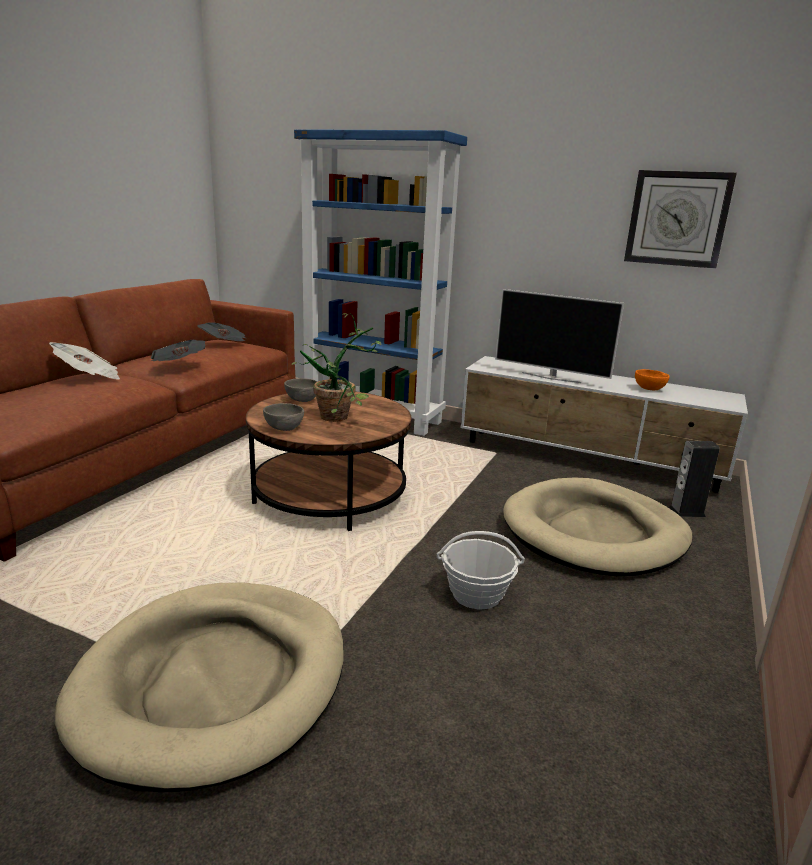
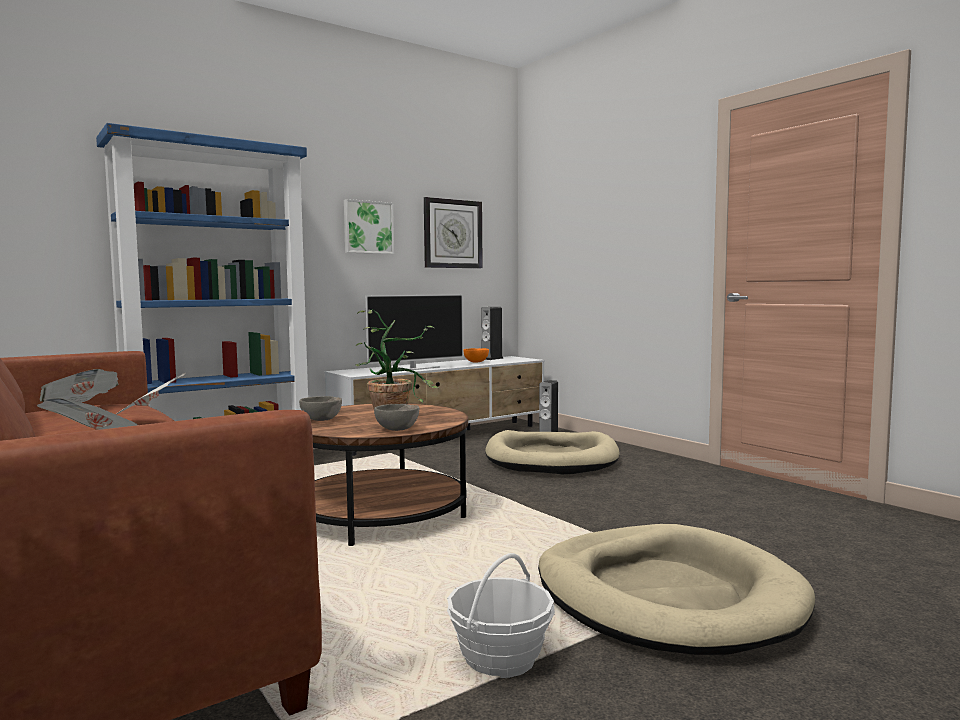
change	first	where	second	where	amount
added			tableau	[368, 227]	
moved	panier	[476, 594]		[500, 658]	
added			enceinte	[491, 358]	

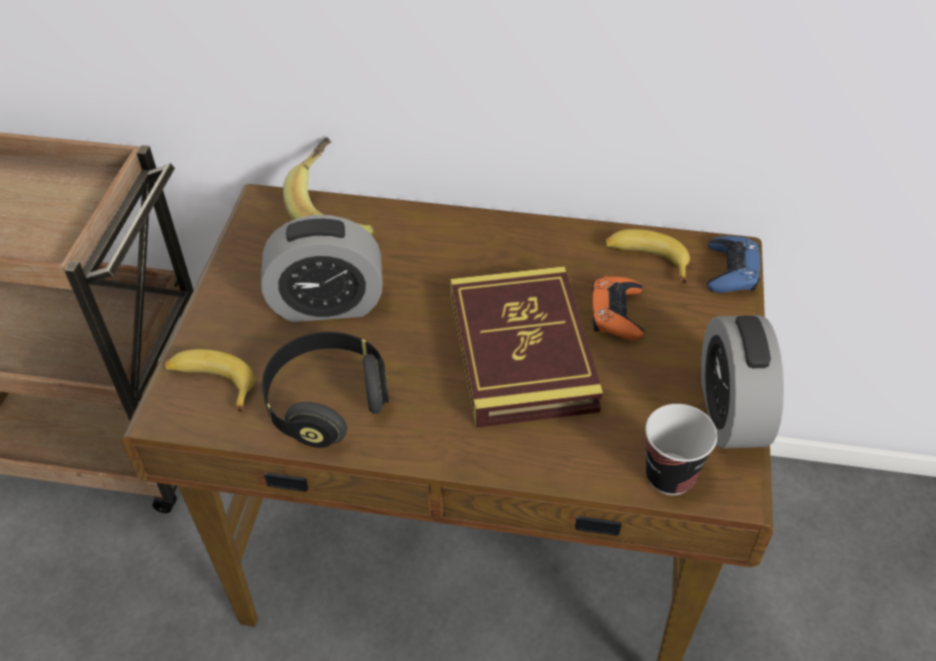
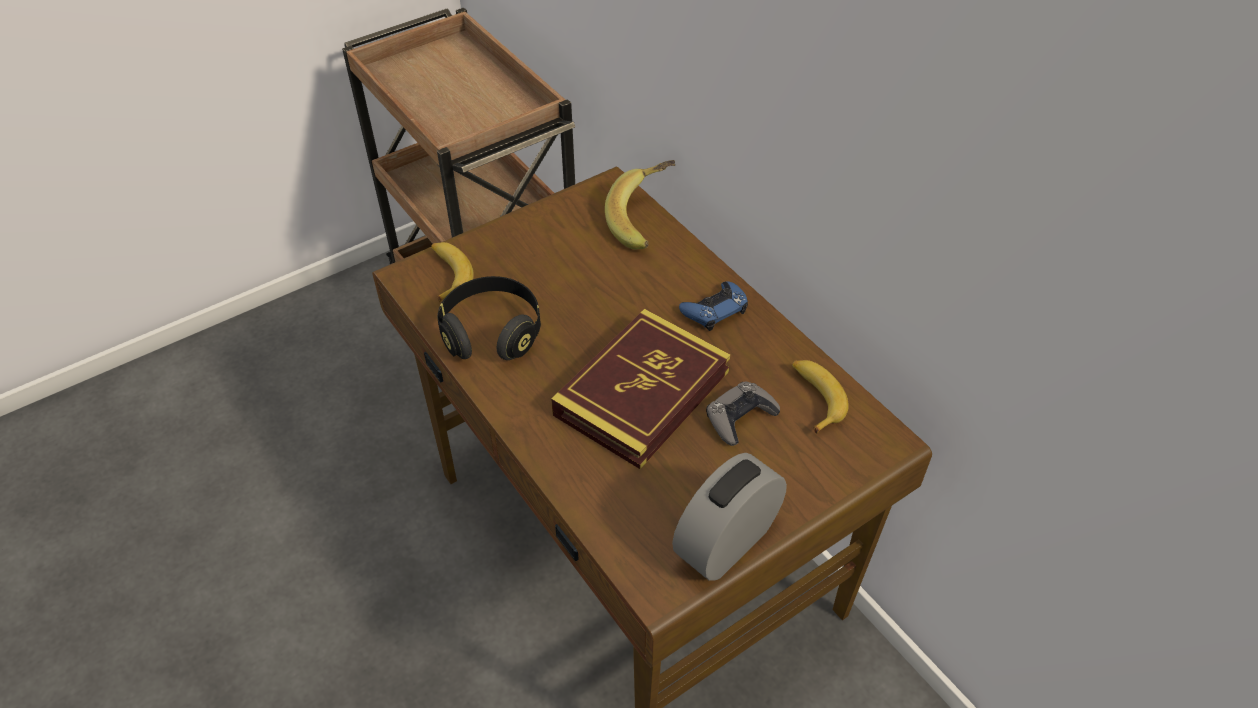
change	first	where	second	where	amount
moved	manette (bleu)	[731, 271]		[715, 310]	
recoloured	manette (orange)	[616, 313]	manette (gris)	[740, 417]	
removed	réveil	[327, 304]			
removed	tasse	[670, 475]			

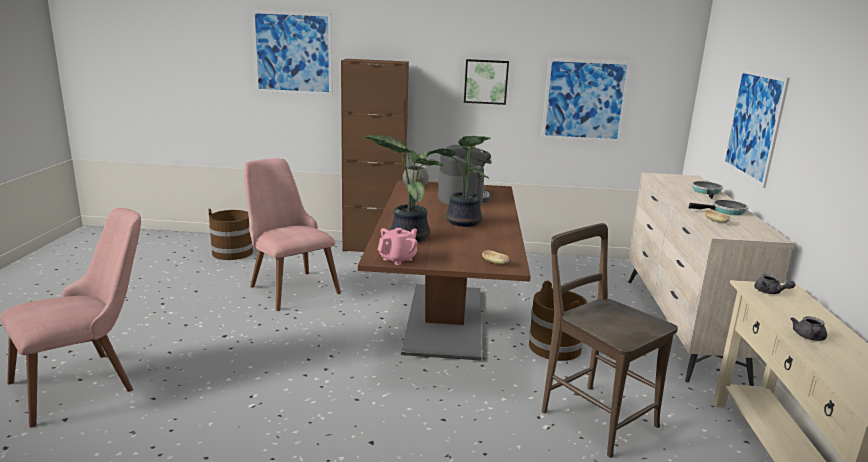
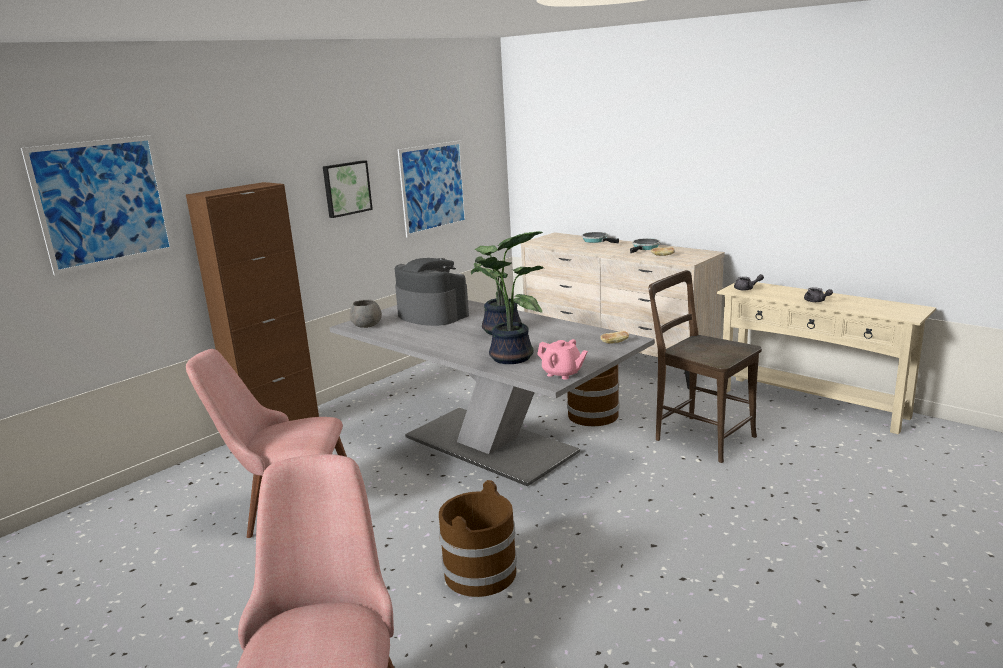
change	first	where	second	where	amount
recoloured	table à manger (marron)	[444, 320]	table à manger (gris)	[490, 445]	
moved	seau (marron)	[233, 252]		[480, 572]	
turned	théière (rose)	[398, 259]		[562, 373]	135 degrees clockwise
turned	chaise (marron)	[593, 415]		[700, 437]	45 degrees clockwise
removed	tableau	[754, 125]			

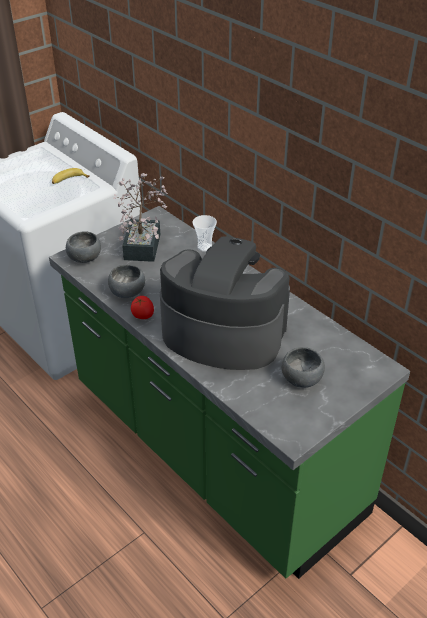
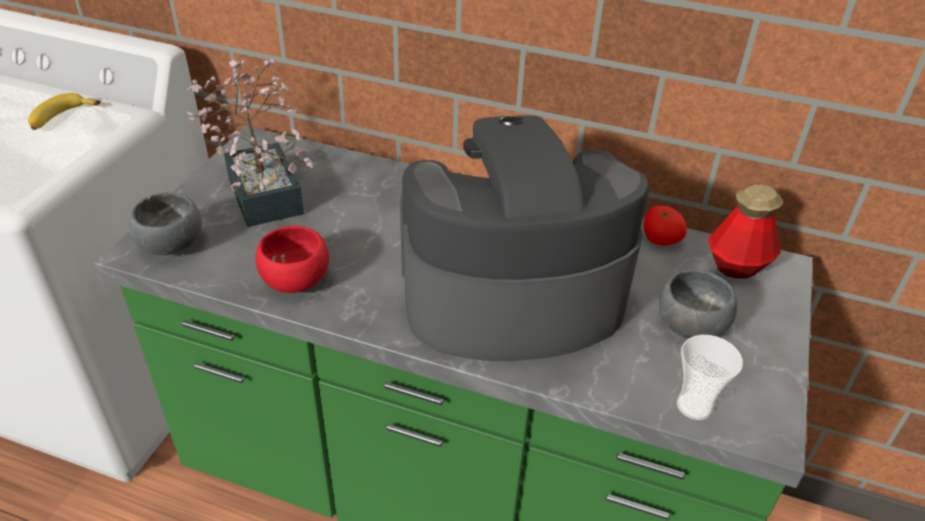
change	first	where	second	where	amount
recoloured	bol (gris)	[128, 292]	bol (rouge)	[296, 279]	
moved	tomate	[143, 315]		[660, 240]	
moved	tasse	[204, 247]		[694, 406]	
added			bouteille	[737, 266]	

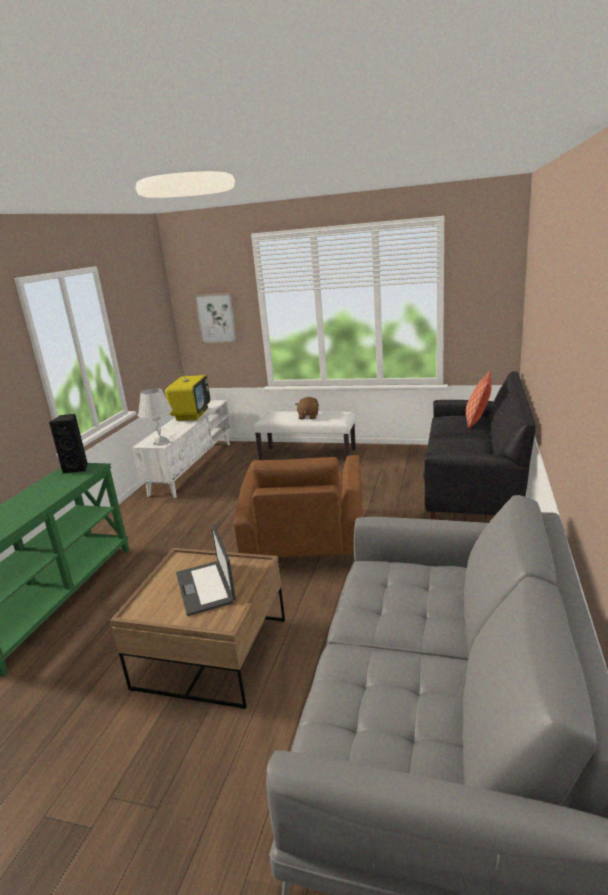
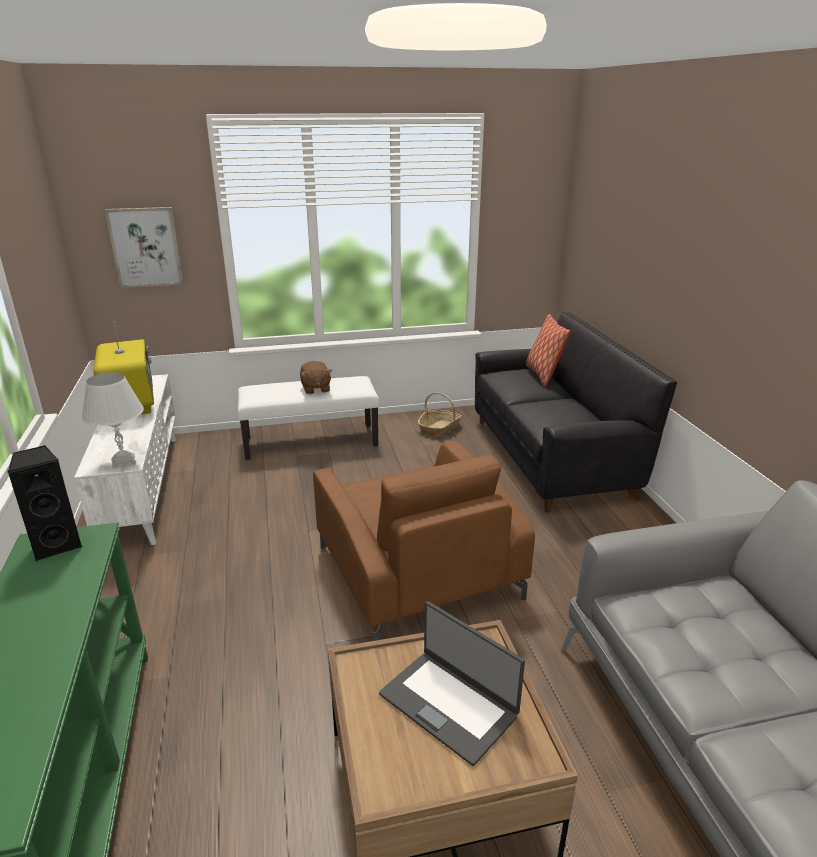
change	first	where	second	where	amount
added			panier	[439, 428]	

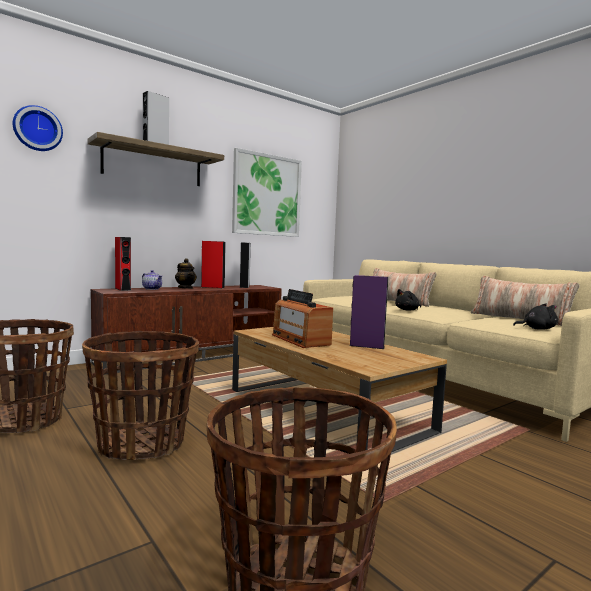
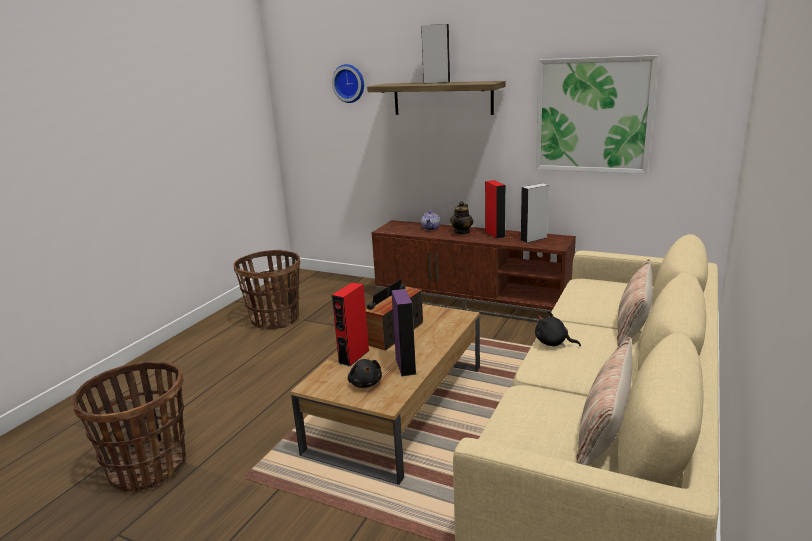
change	first	where	second	where	amount
moved	enceinte (rouge)	[123, 289]		[354, 357]	
moved	peluche (noir)	[537, 329]		[365, 383]	
removed	panier	[142, 444]			

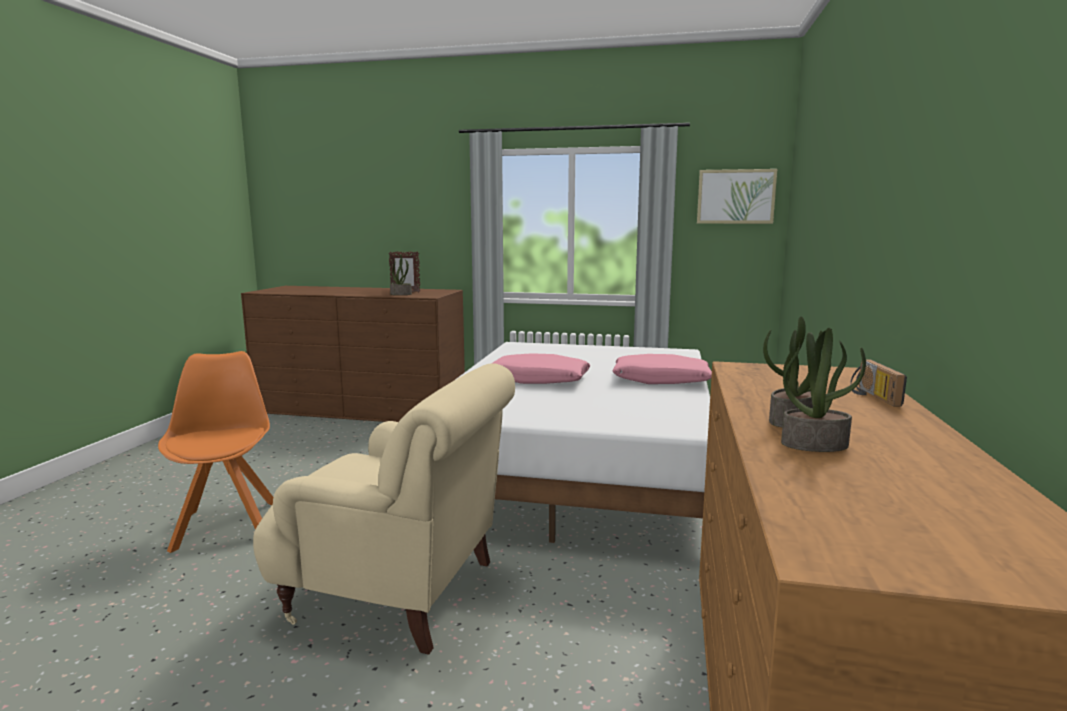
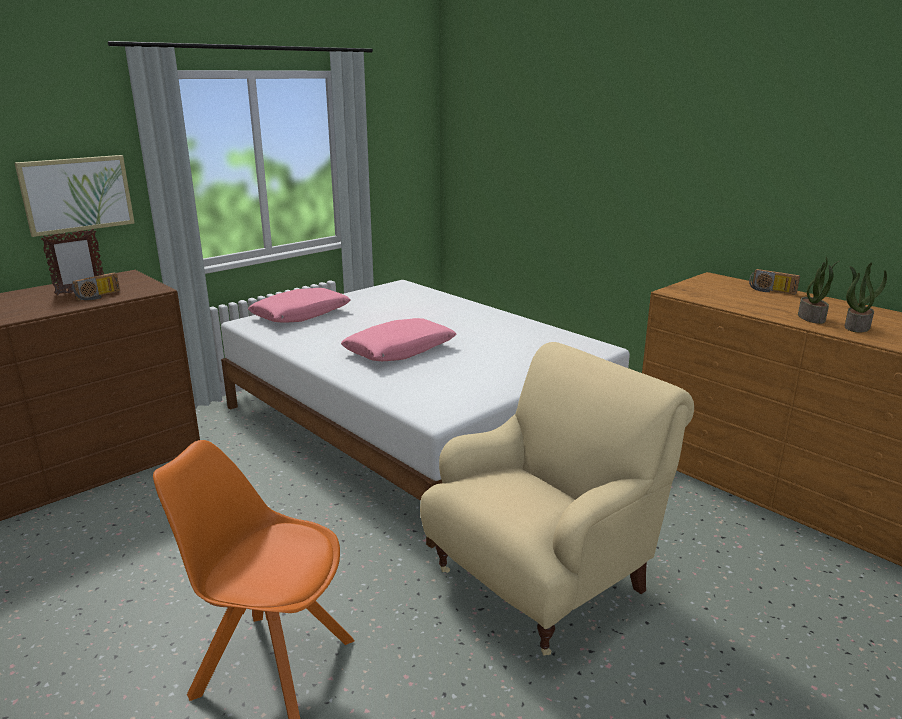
change	first	where	second	where	amount
moved	tableau	[735, 196]		[77, 194]	
replaced	plante en pot	[401, 294]	radio	[99, 296]	
moved	coussin (rose)	[661, 380]		[301, 315]	

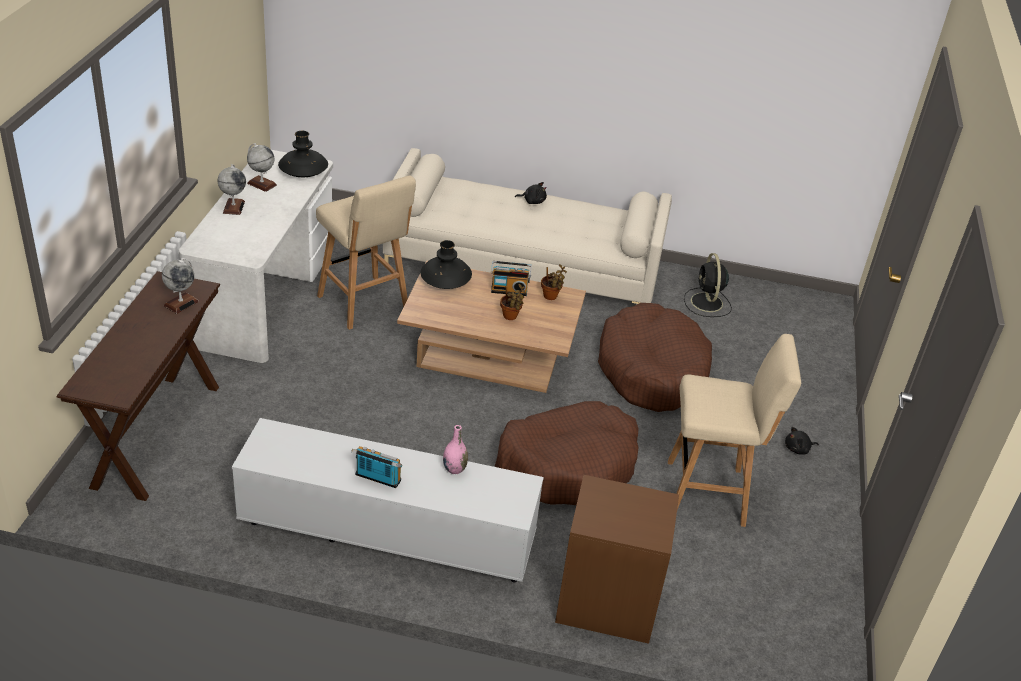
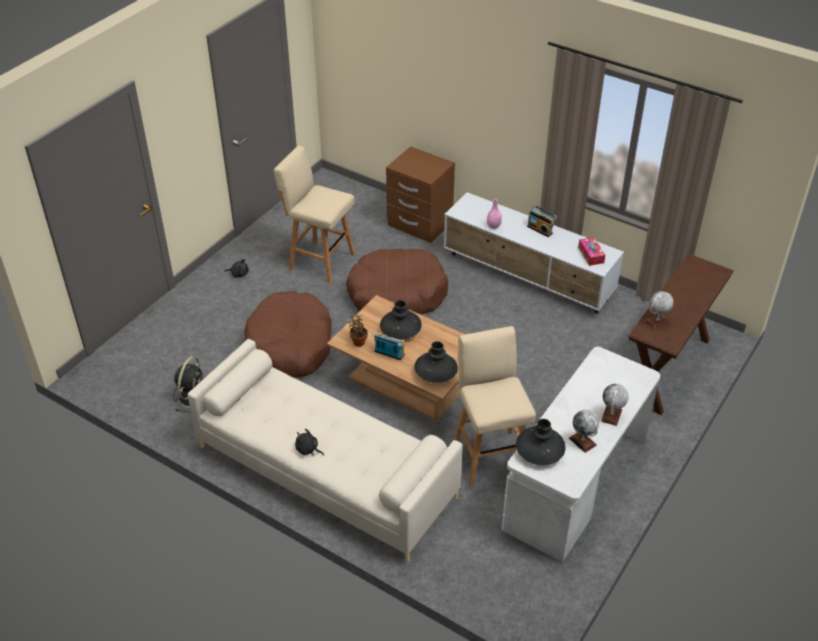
change	first	where	second	where	amount
replaced	plante en pot	[511, 317]	vase (noir)	[400, 330]	
added			boîte à mouchoirs	[591, 255]	

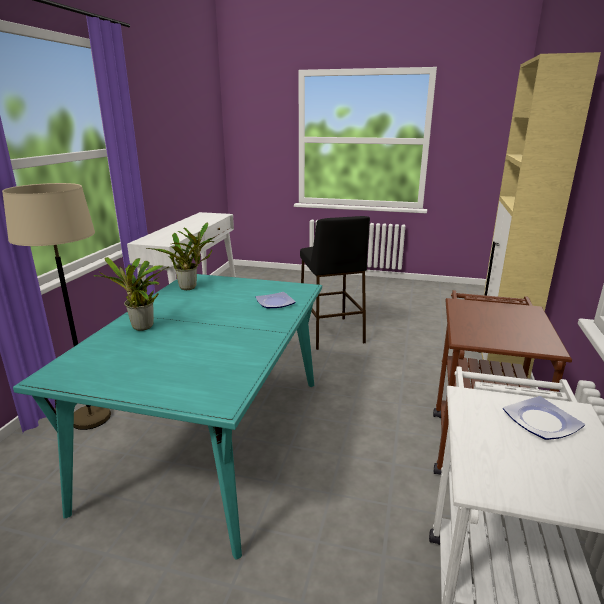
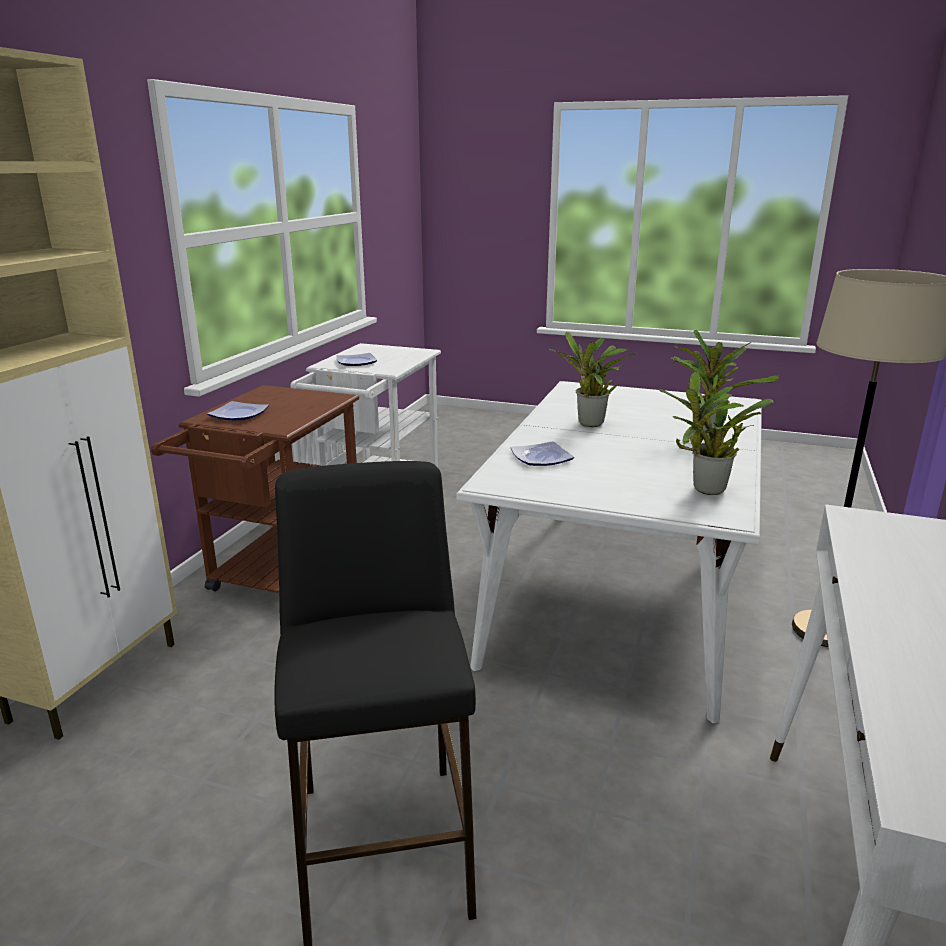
change	first	where	second	where	amount
added			assiette	[238, 414]	
recoloured	table à manger (turquoise)	[212, 437]	table à manger (blanc)	[621, 598]	
added			plante en pot	[589, 425]	

